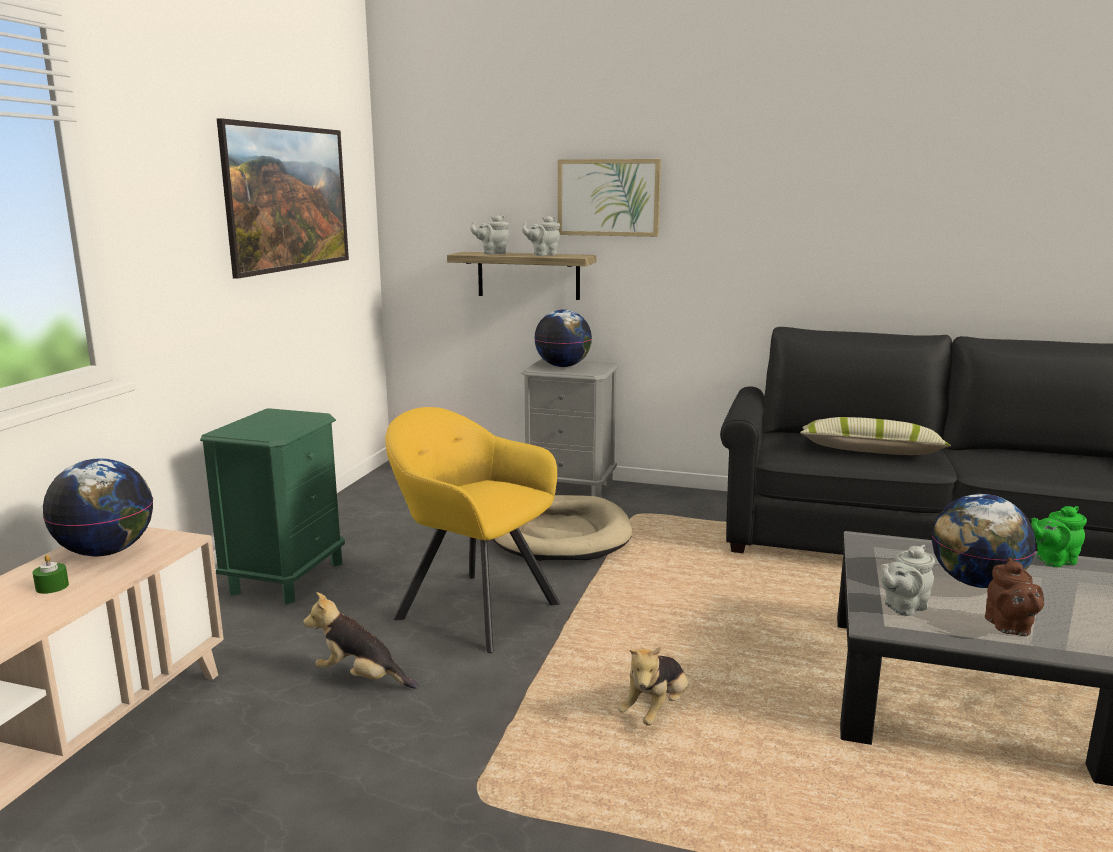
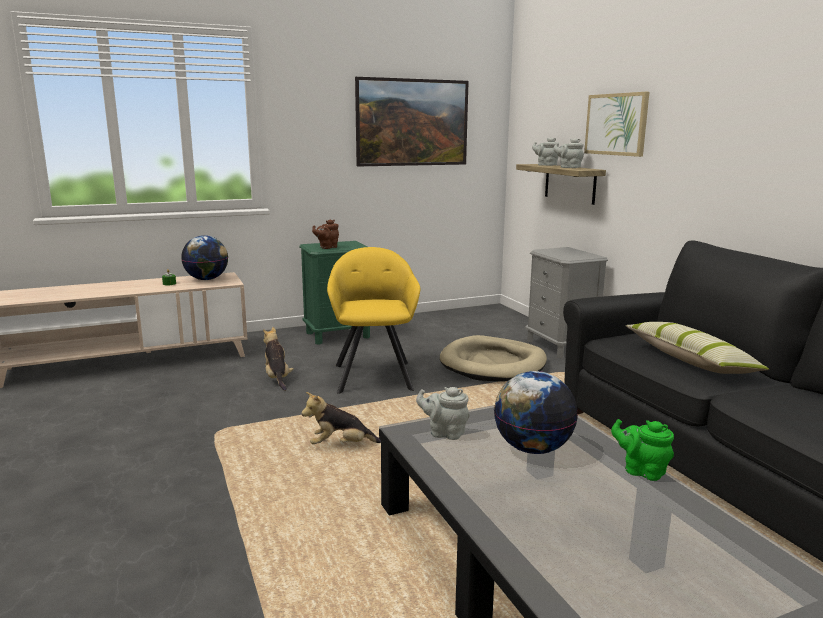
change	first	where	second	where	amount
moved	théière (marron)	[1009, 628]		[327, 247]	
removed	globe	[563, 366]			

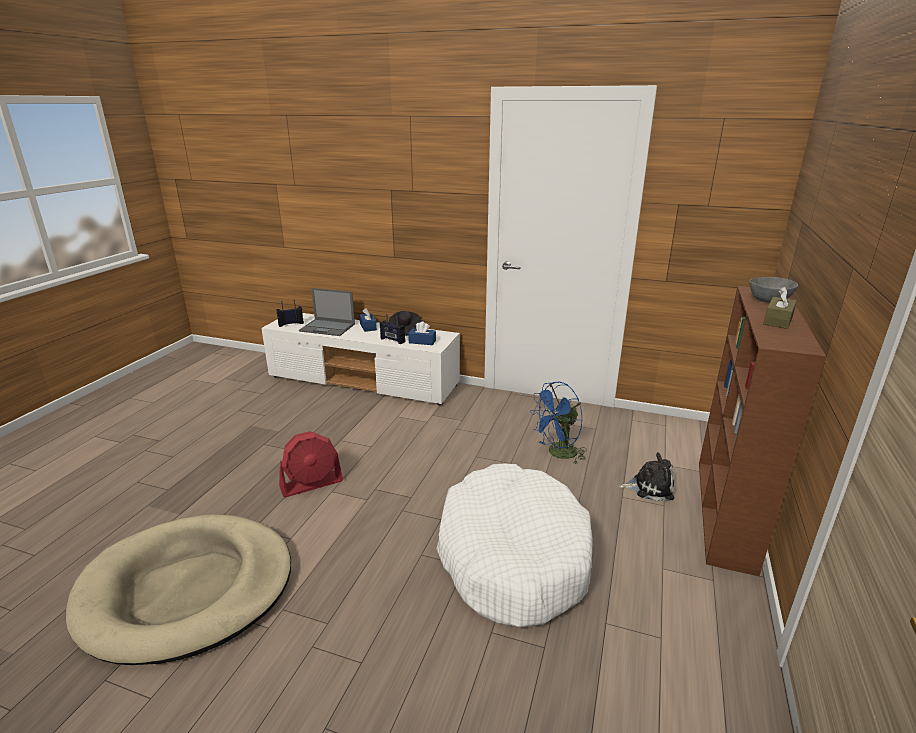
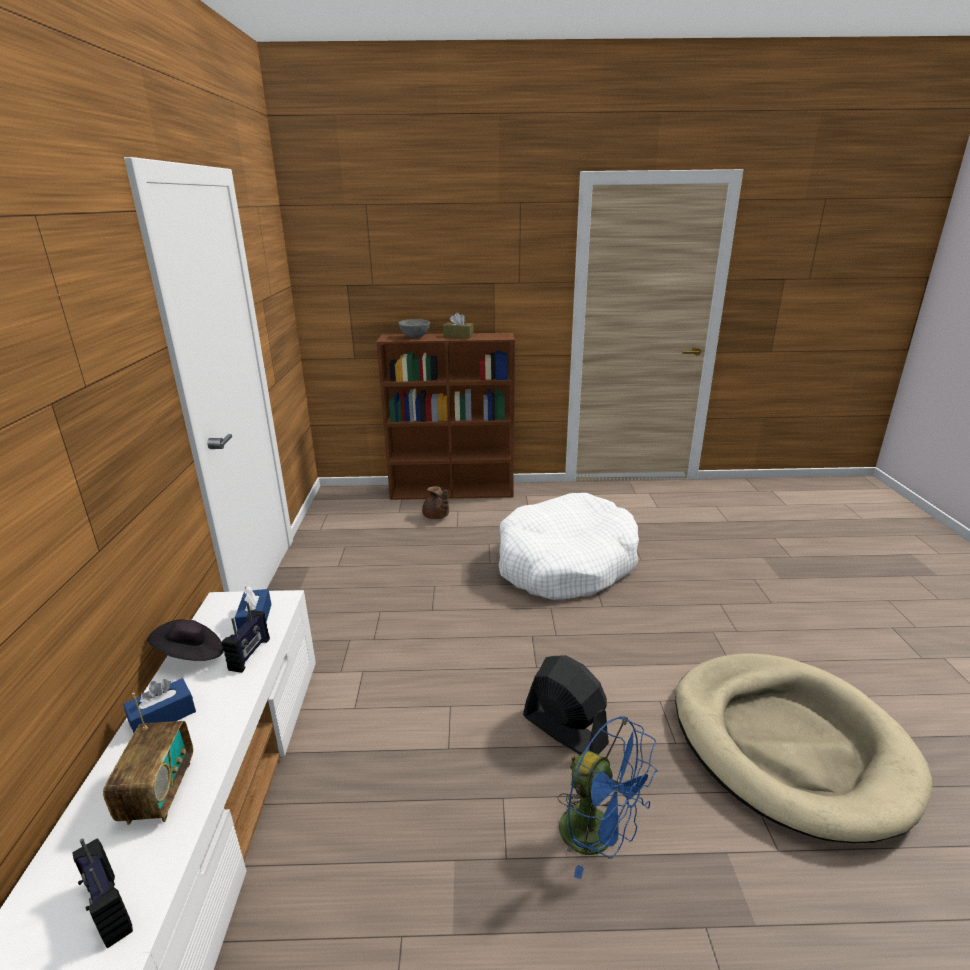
change	first	where	second	where	amount
replaced	ordinateur portable	[328, 327]	radio	[159, 792]	
replaced	peluche	[650, 487]	théière (marron)	[436, 516]	
recoloured	ventilateur (rouge)	[312, 484]	ventilateur (noir)	[564, 729]	
moved	ventilateur (bleu)	[558, 454]		[598, 836]	

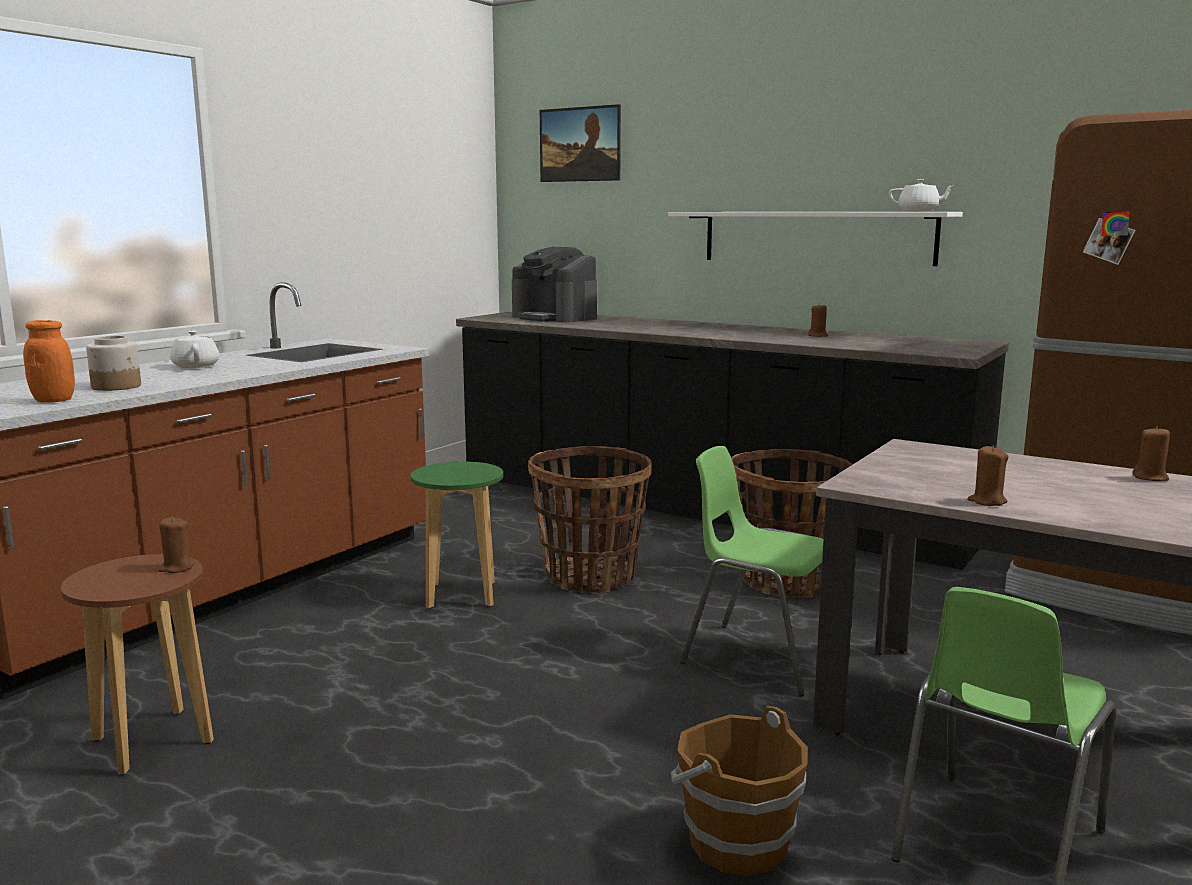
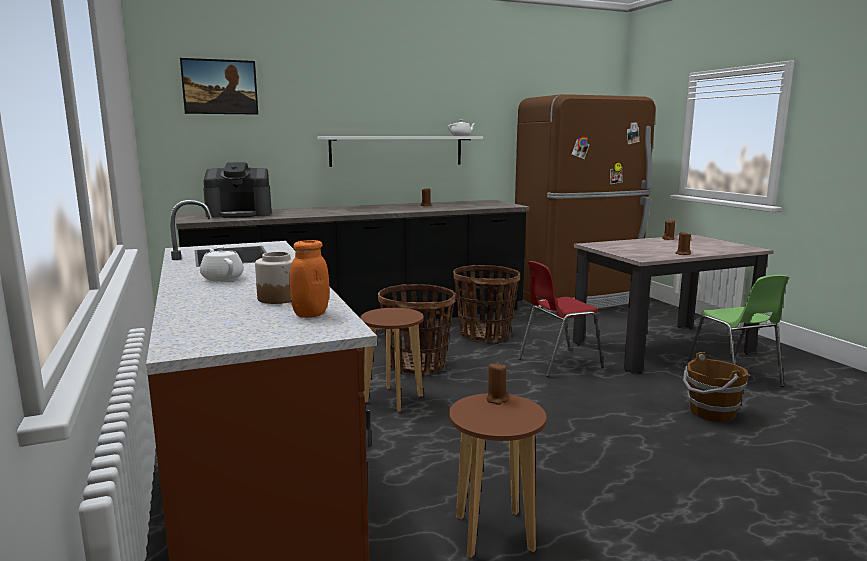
change	first	where	second	where	amount
turned	théière (blanc)	[196, 366]		[222, 278]	45 degrees clockwise
recoloured	tabouret (vert)	[461, 595]	tabouret (marron)	[393, 399]	
recoloured	chaise (vert)	[758, 657]	chaise (rouge)	[558, 363]	

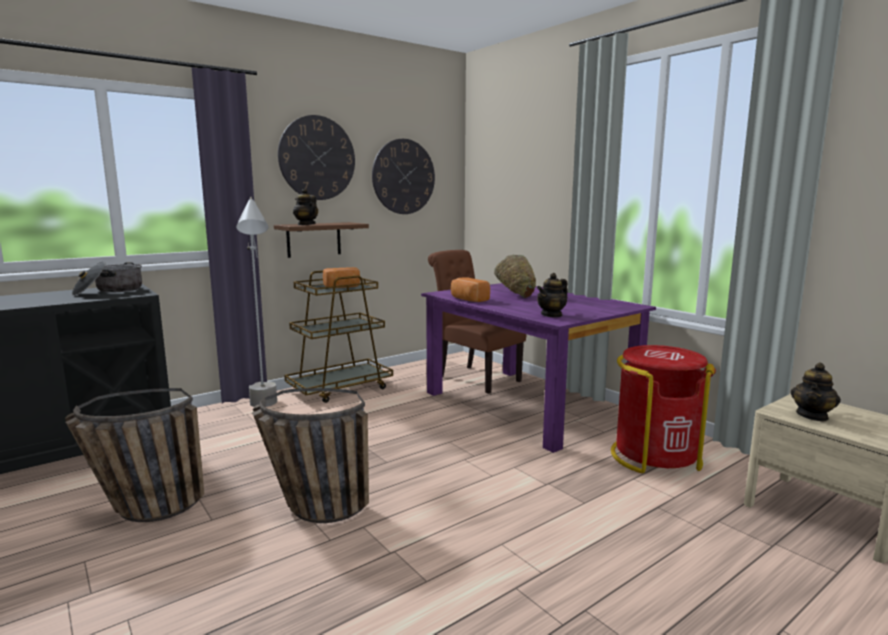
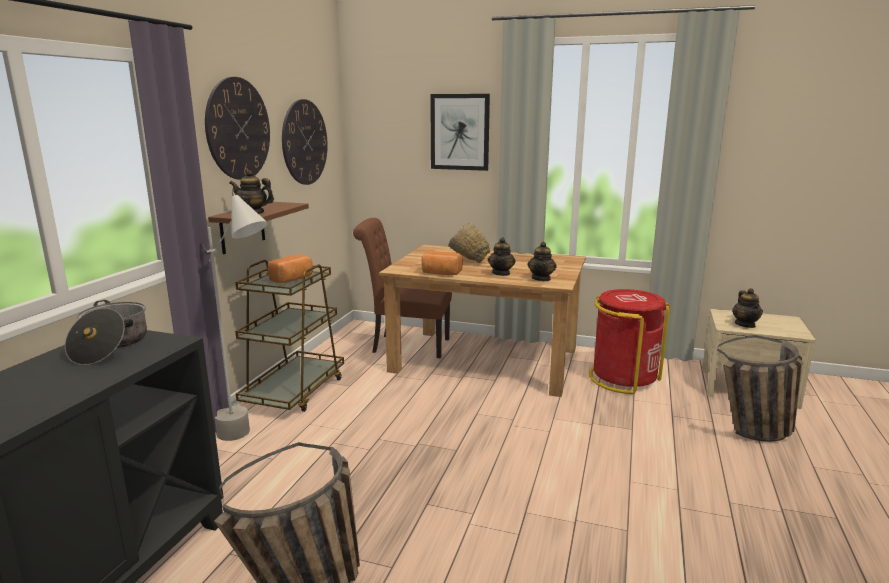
change	first	where	second	where	amount
recoloured	table à manger (violet)	[529, 404]	table à manger (marron)	[486, 360]	
added			tableau	[460, 132]	
added			théière	[501, 273]	
moved	panier	[310, 508]		[755, 434]	

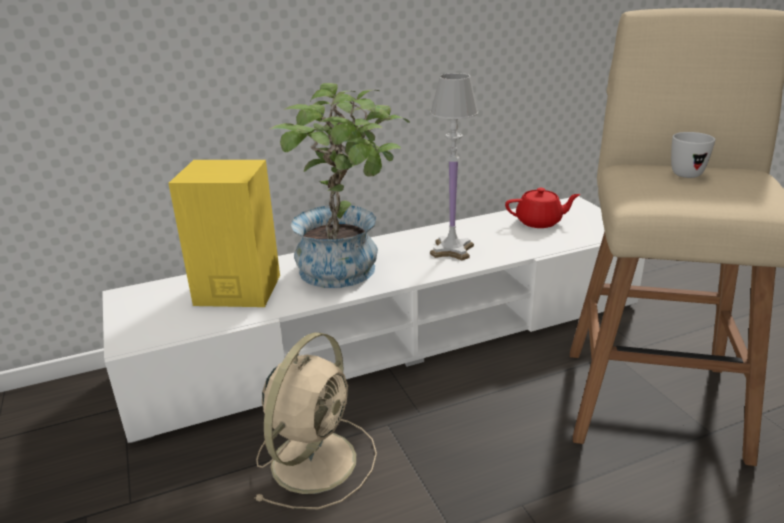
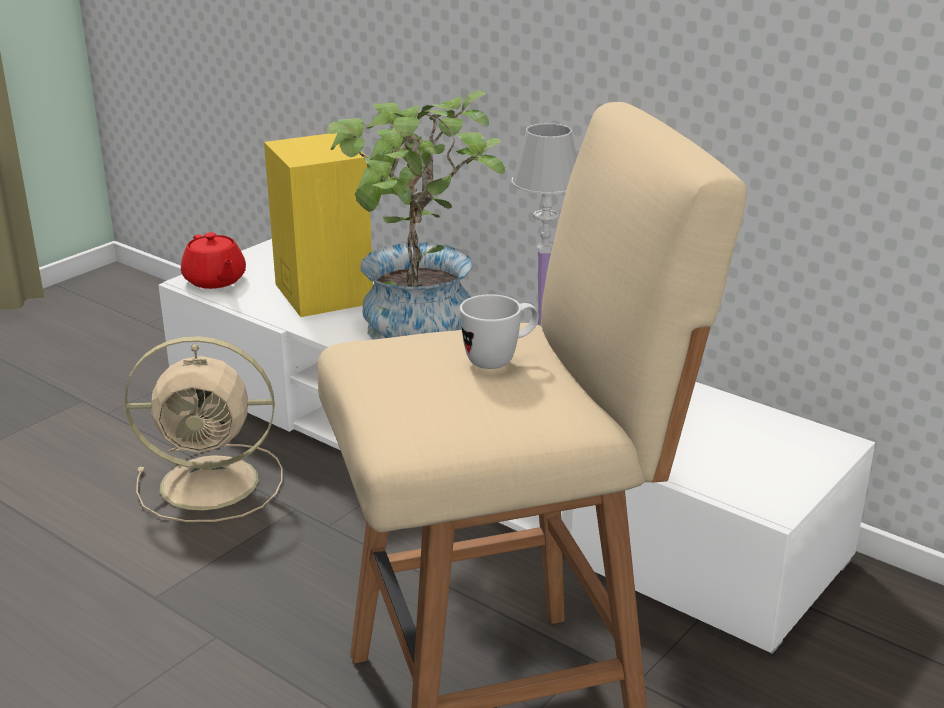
change	first	where	second	where	amount
moved	théière (rouge)	[539, 222]		[215, 281]	

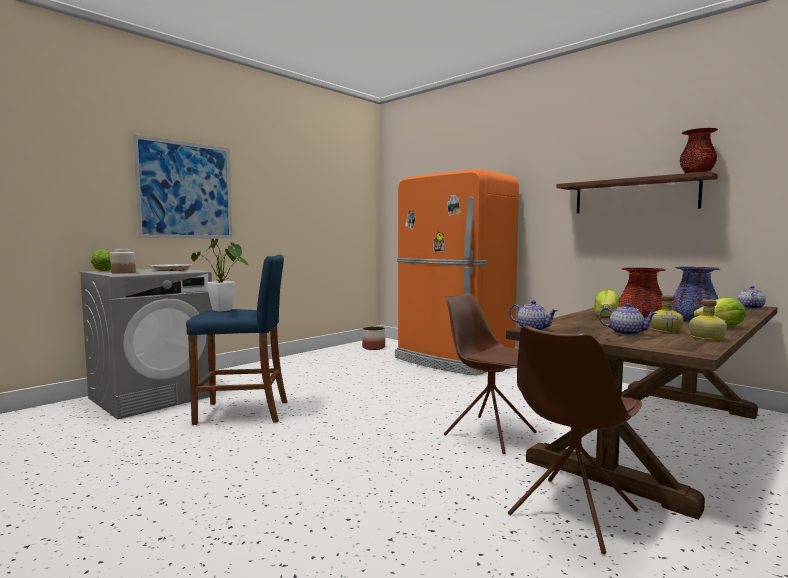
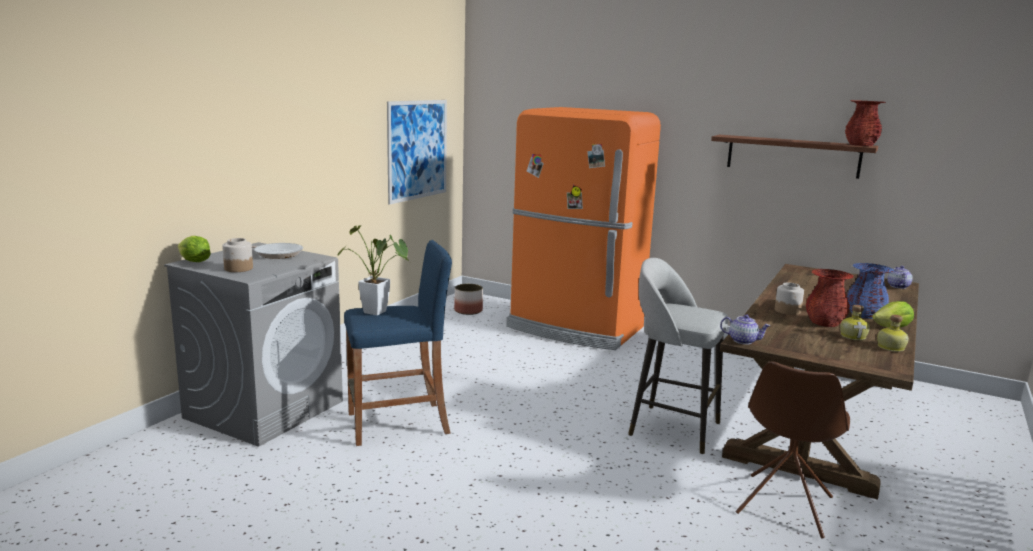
change	first	where	second	where	amount
moved	tableau	[186, 190]		[417, 150]	
replaced	chaise (marron)	[488, 433]	tabouret (gris)	[671, 428]	
replaced	laitue	[606, 316]	bocal	[787, 311]	
removed	théière	[626, 333]			

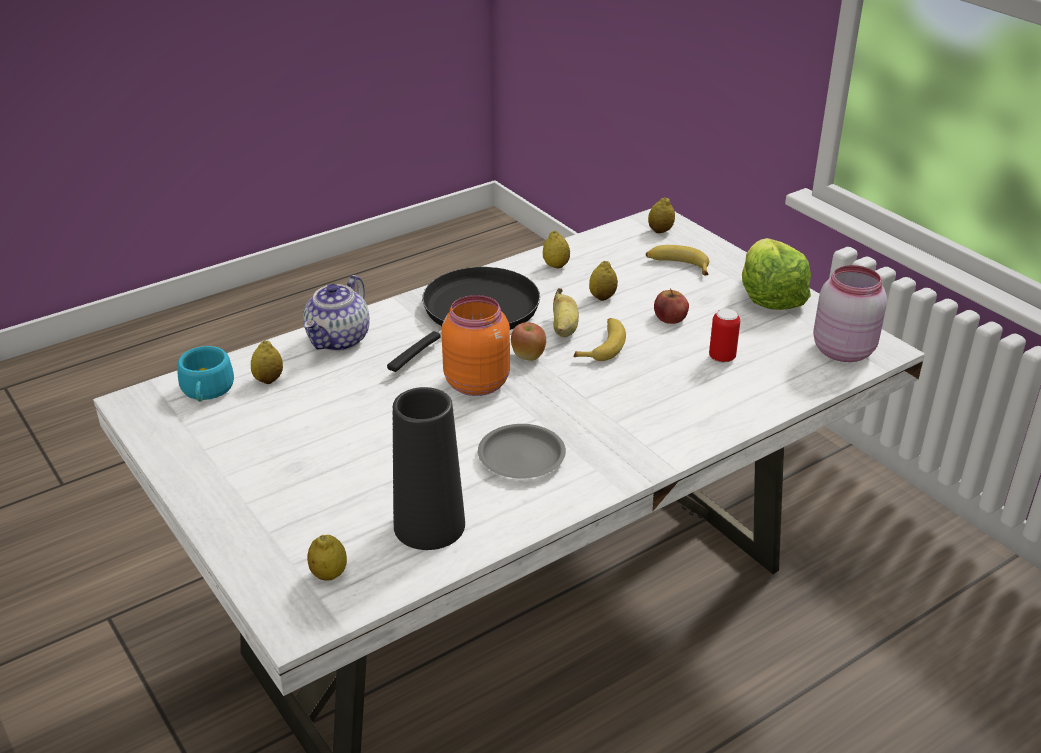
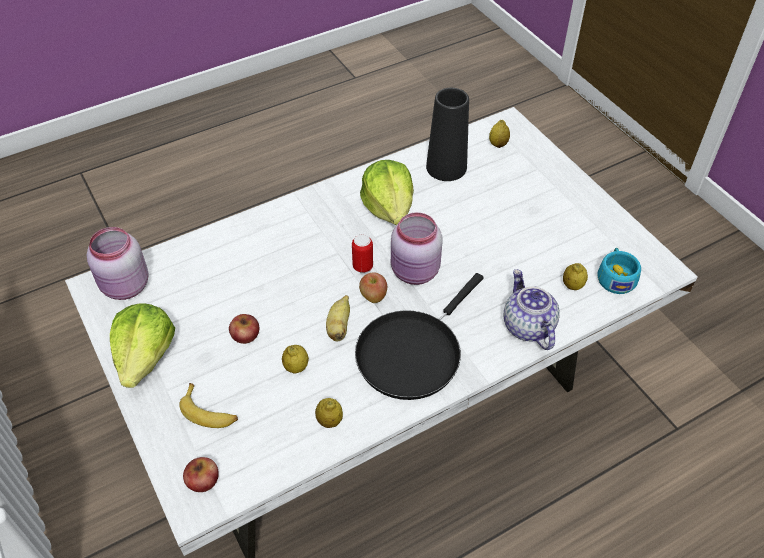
change	first	where	second	where	amount
replaced	citron	[660, 231]	pomme	[203, 480]	
moved	boîte métallique	[722, 357]		[362, 267]	
replaced	assiette (gris)	[521, 457]	laitue	[389, 207]	
recoloured	bocal (orange)	[476, 382]	bocal (rose)	[415, 272]	
turned	théière	[339, 340]		[527, 326]	45 degrees counterclockwise
removed	banane	[602, 345]			

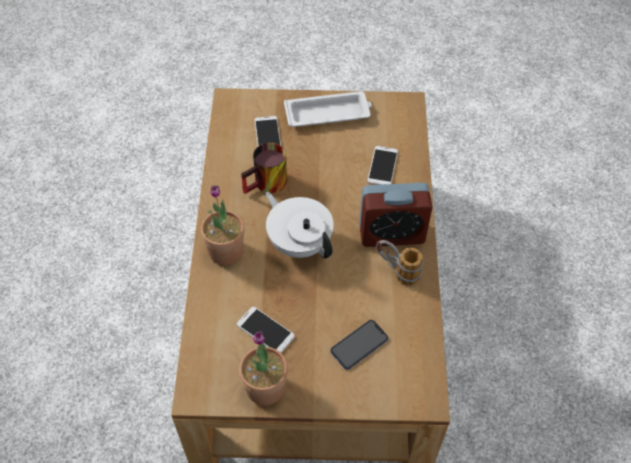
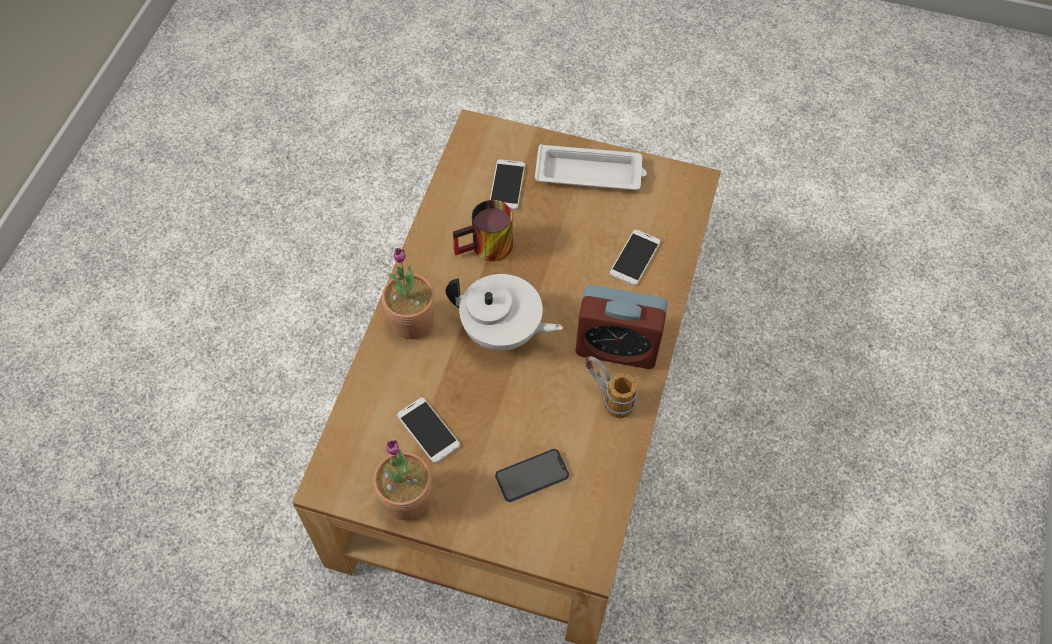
change	first	where	second	where	amount
turned	théière (blanc)	[299, 242]		[502, 332]	135 degrees clockwise

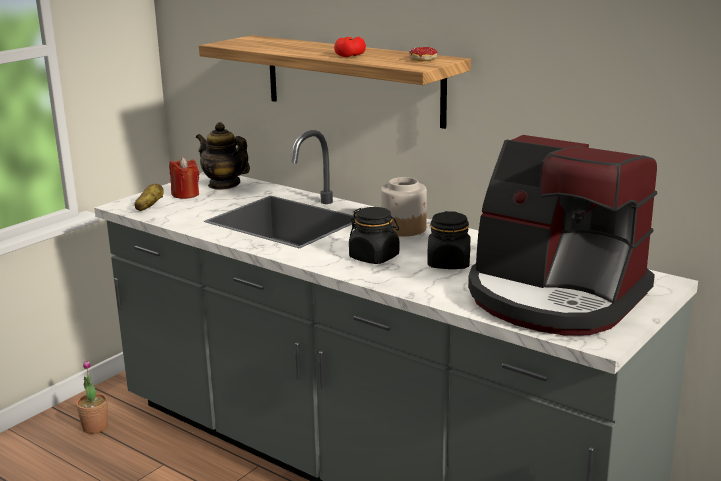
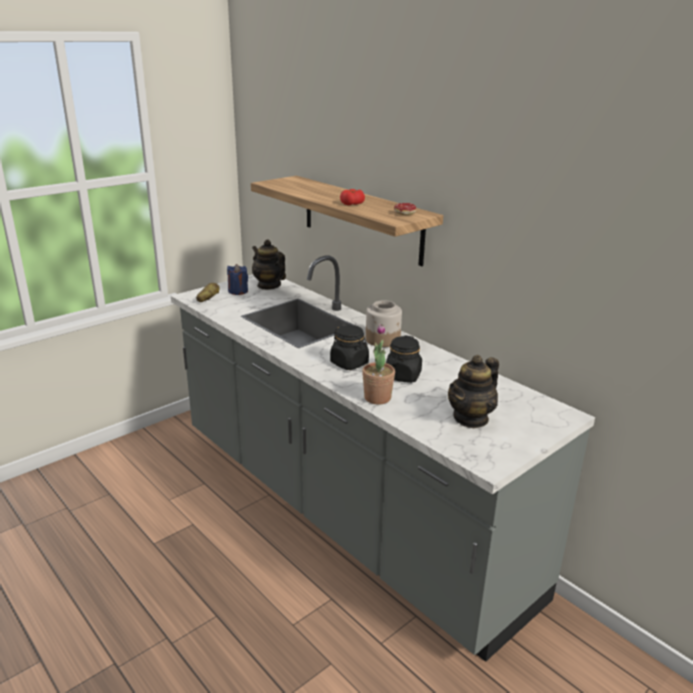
change	first	where	second	where	amount
recoloured	bougie (rouge)	[185, 194]	bougie (bleu)	[238, 291]	
moved	plante en pot	[95, 427]		[377, 398]	
replaced	machine à café	[554, 297]	théière	[471, 418]	

